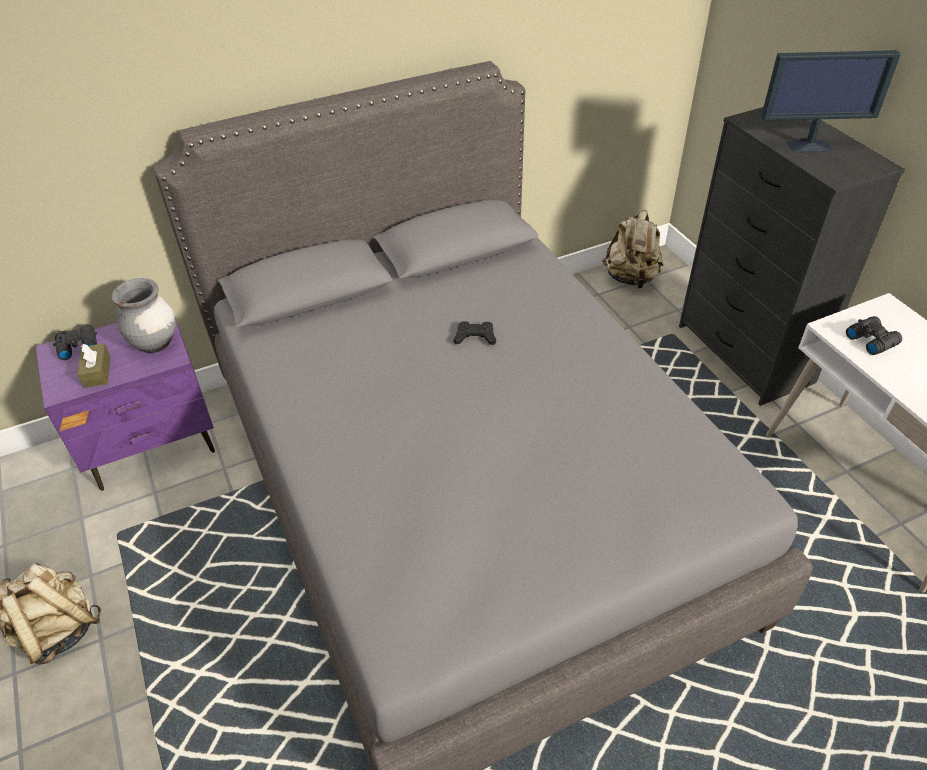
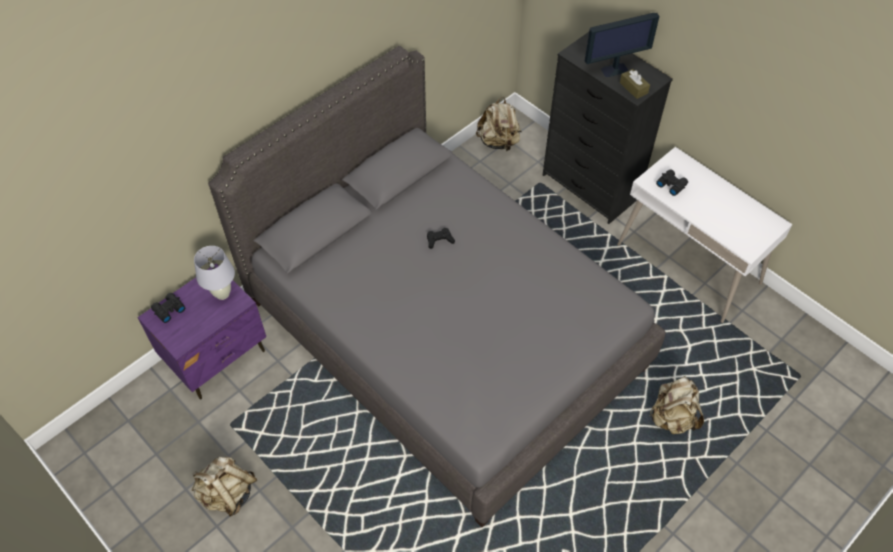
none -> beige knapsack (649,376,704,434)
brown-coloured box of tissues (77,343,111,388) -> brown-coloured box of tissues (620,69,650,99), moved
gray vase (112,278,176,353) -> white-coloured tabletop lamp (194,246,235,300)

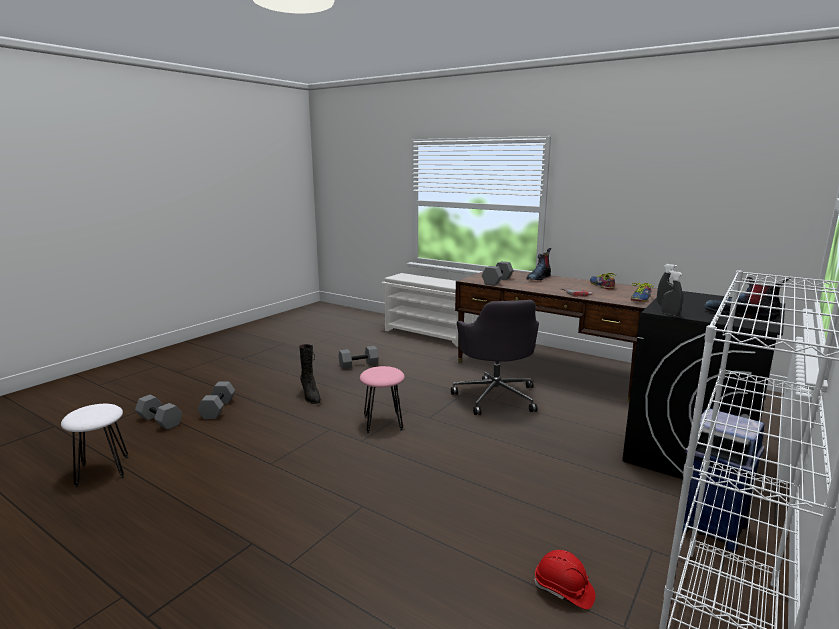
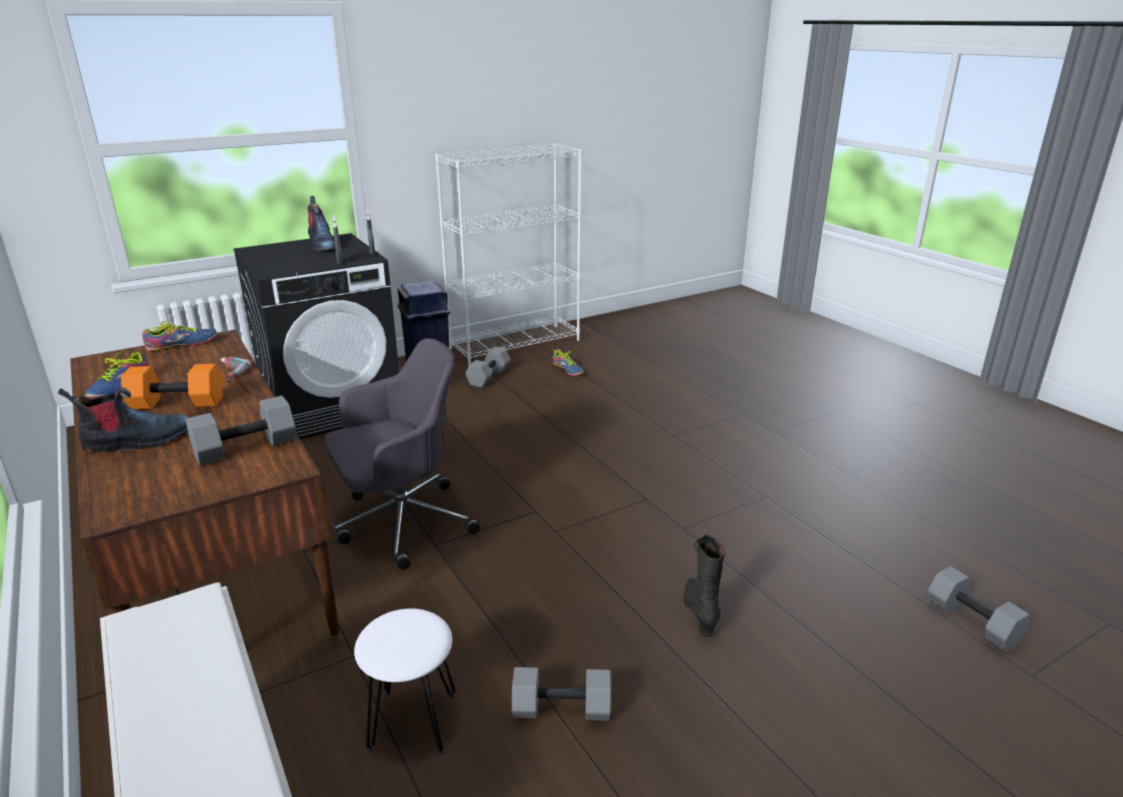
pink-coloured stool seat (360,366,405,433) -> none
none -> orangey hand weight (121,364,223,410)
white-coloured stool seat (61,404,128,487) -> white-coloured stool seat (354,608,455,755), moved
gray hand weight (197,382,235,419) -> gray hand weight (465,347,511,388), moved
reddish safety helmet (534,550,595,610) -> low shoe (553,350,584,376)
gray computer chair (451,300,539,415) -> gray computer chair (324,338,480,570), 45 degrees clockwise

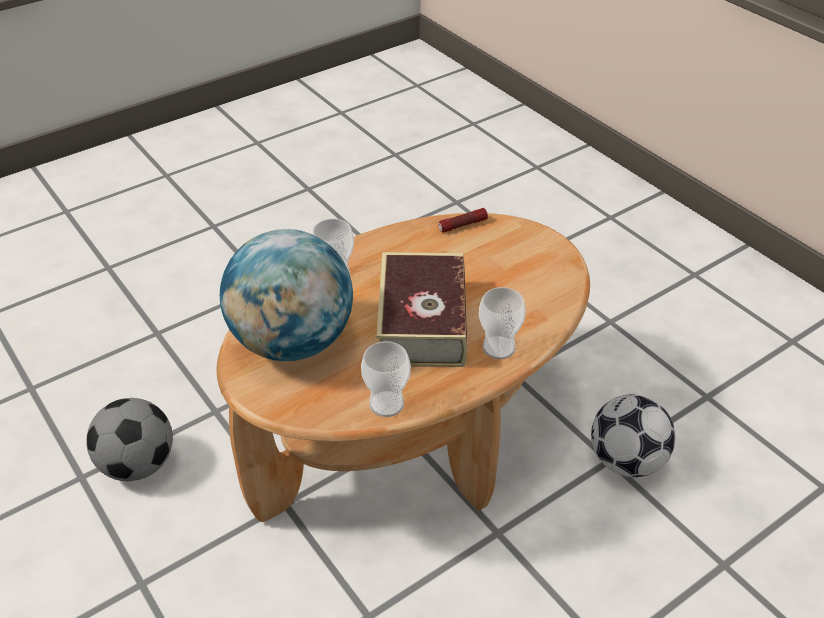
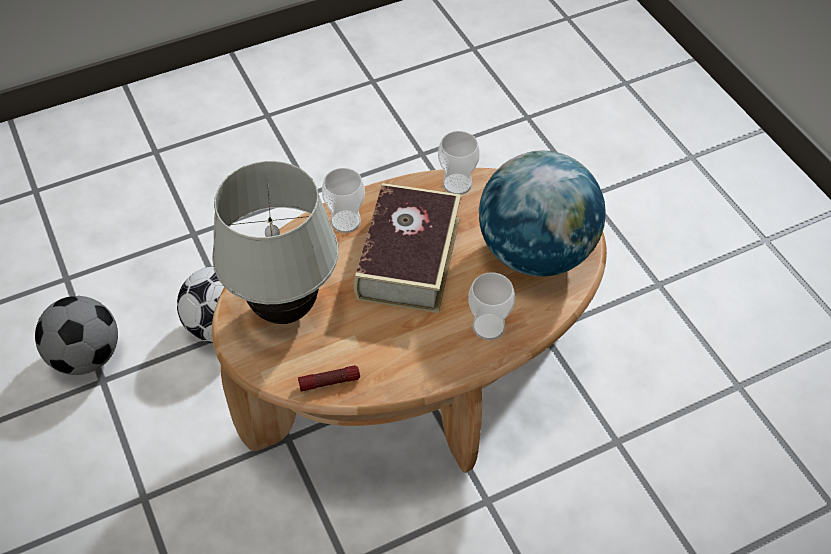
none -> white-coloured tabletop lamp (212,161,339,324)
ball for football (86,398,173,481) -> ball for football (35,296,118,375), moved

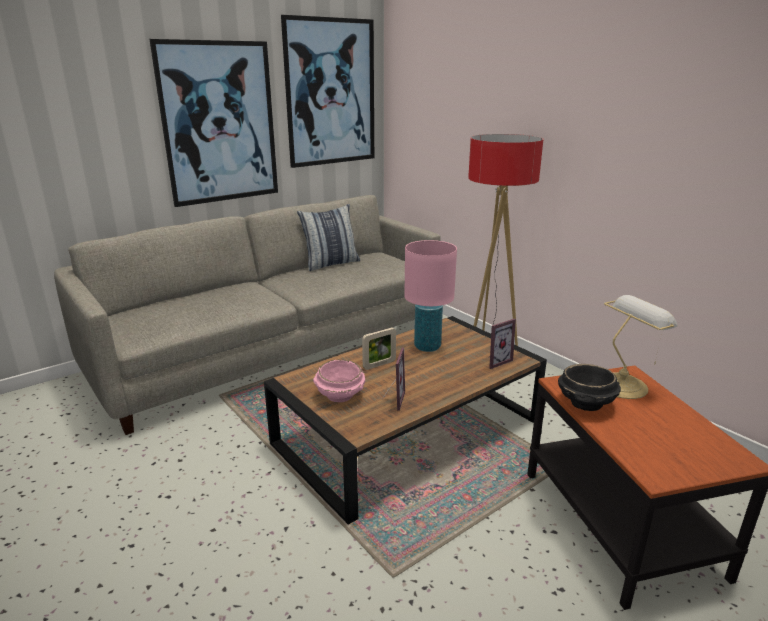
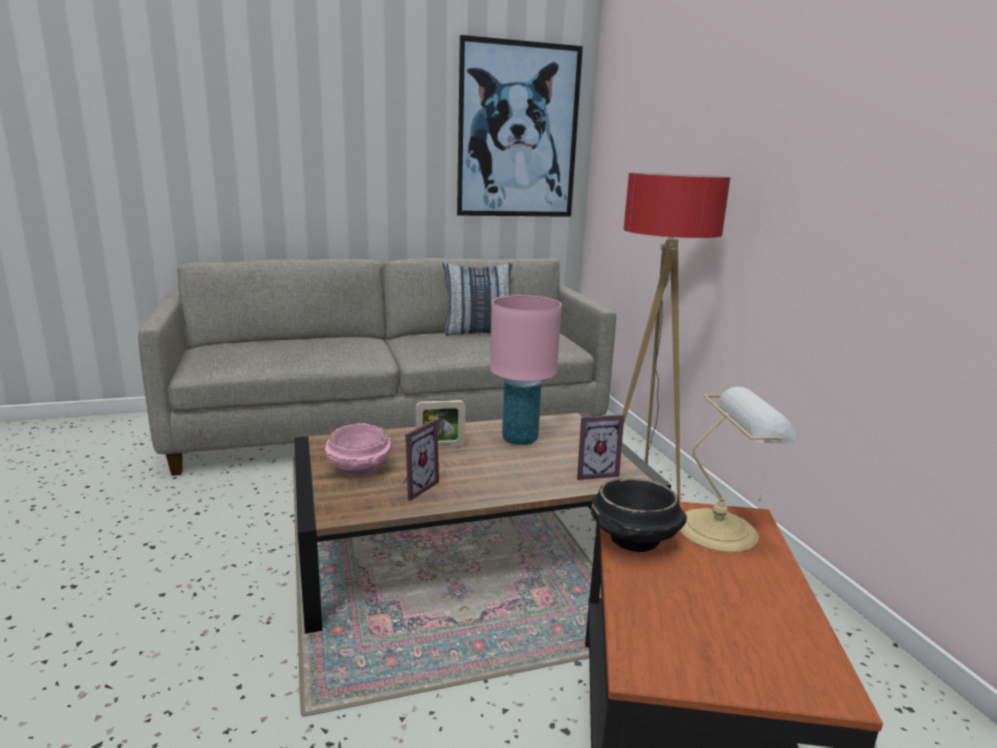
wall picture (150,39,278,207) -> none

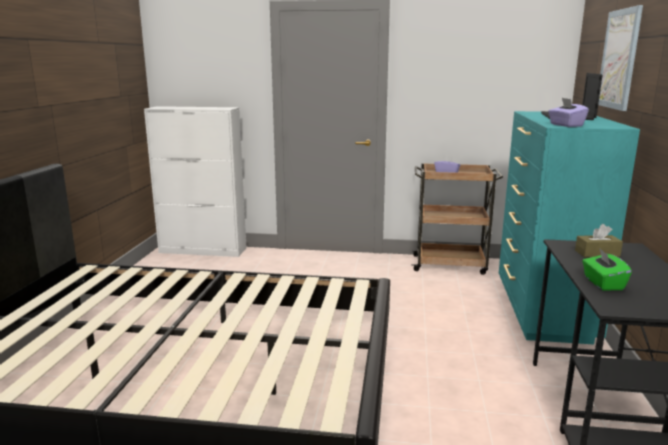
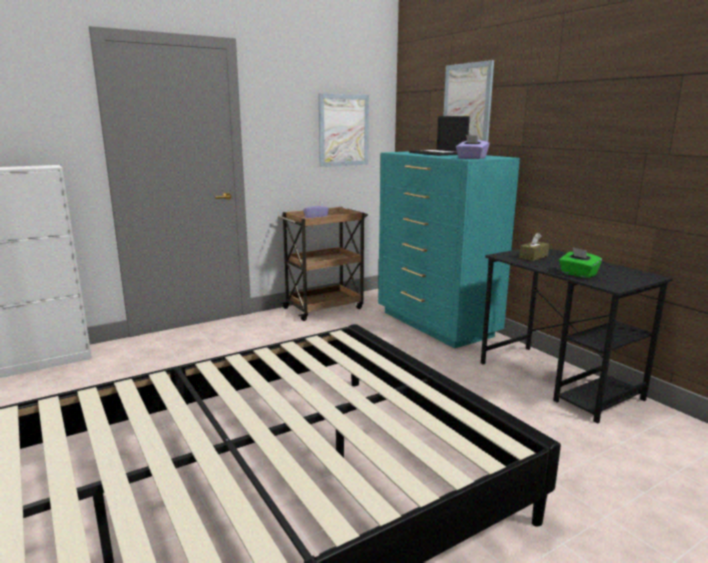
none -> wall picture (318,93,369,167)

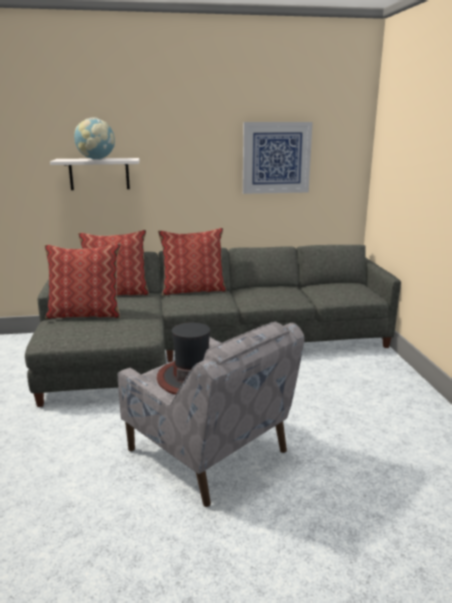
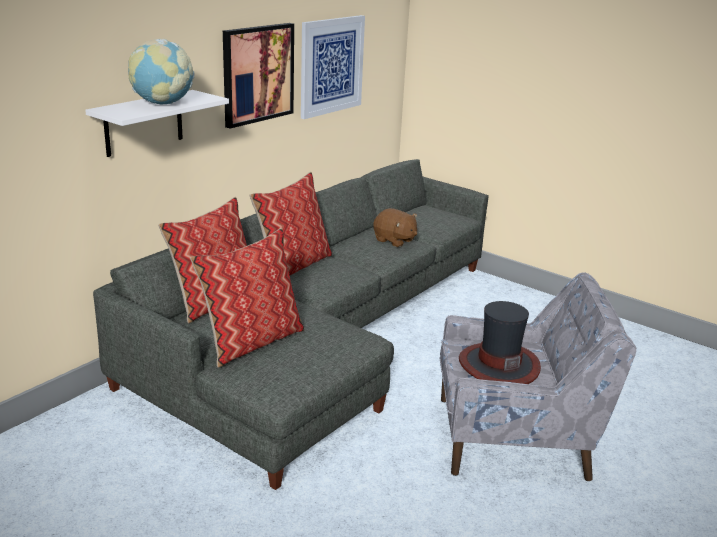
none -> wall picture (223,23,294,129)
none -> brown-coloured cuddly toy (373,208,417,247)

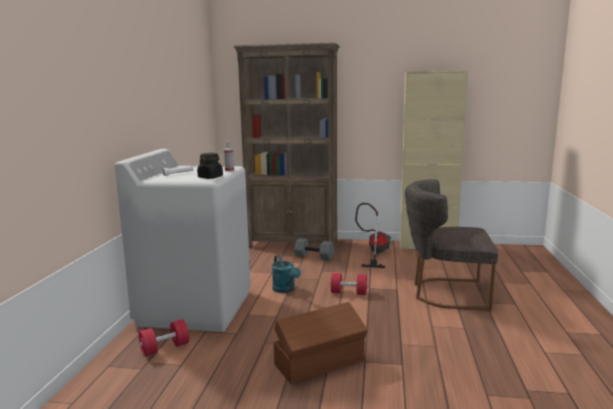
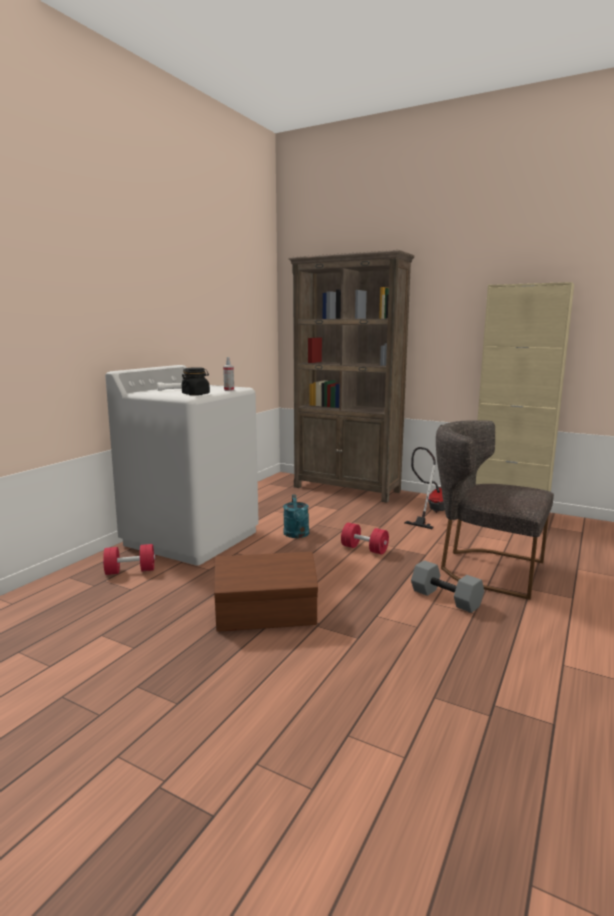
gray hand weight (294,238,334,260) -> gray hand weight (411,560,484,613), moved

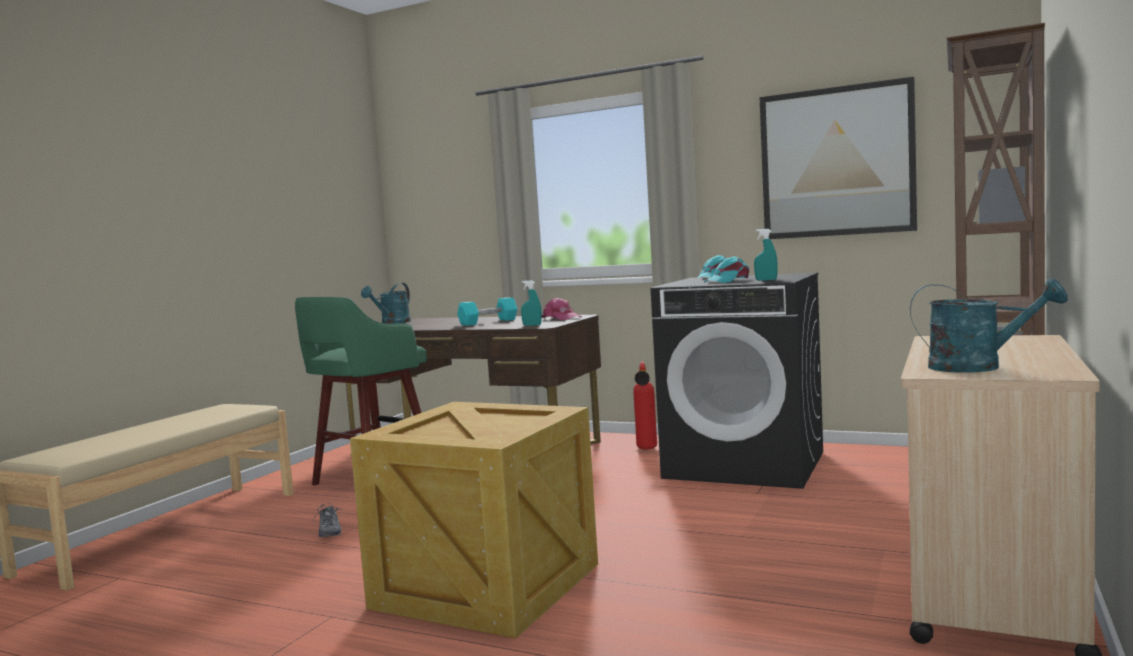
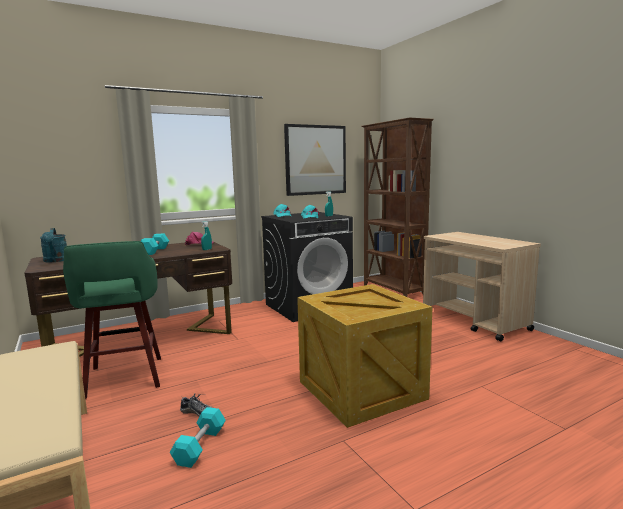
extinguisher (633,361,657,450) -> none
turquoise watering can (910,278,1068,373) -> none
none -> turquoise hand weight (170,407,226,468)

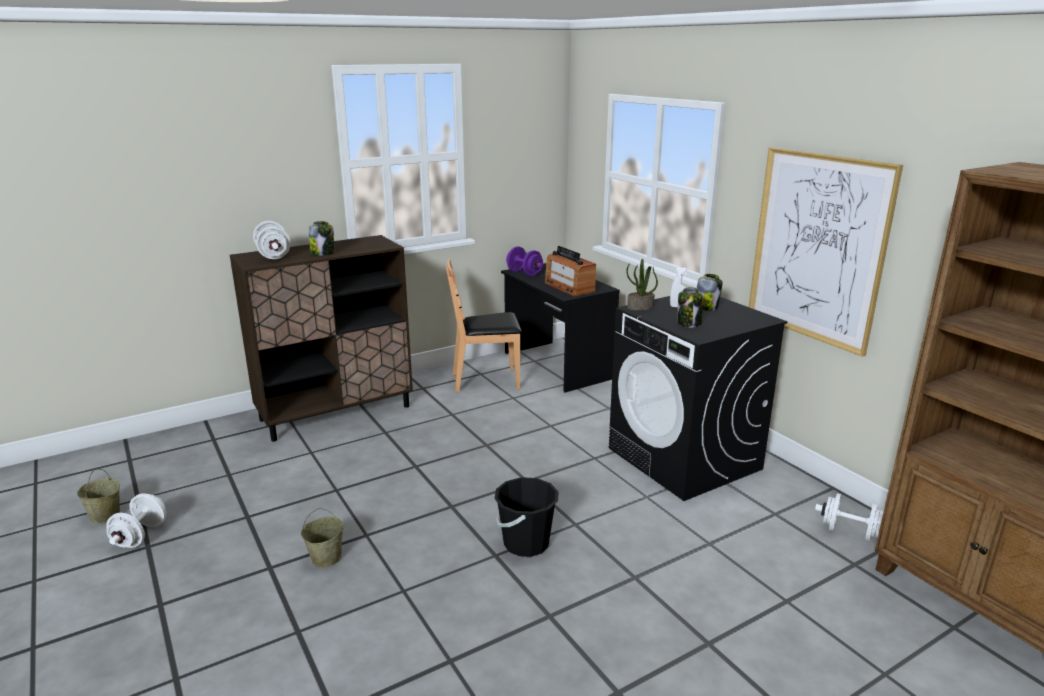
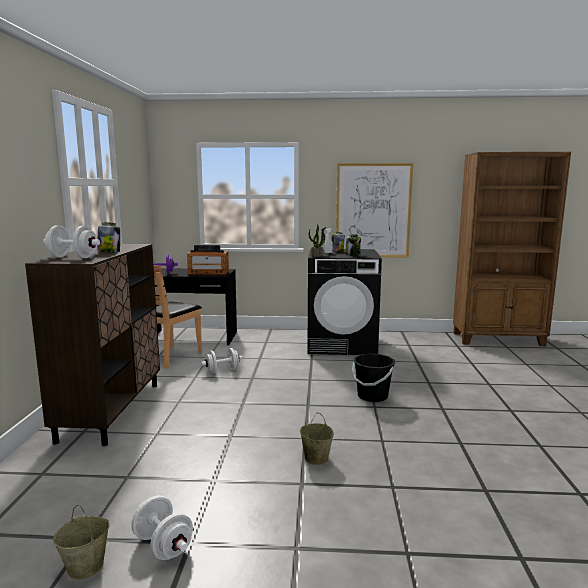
white-coloured hand weight (815,493,883,541) -> white-coloured hand weight (201,348,243,374), moved

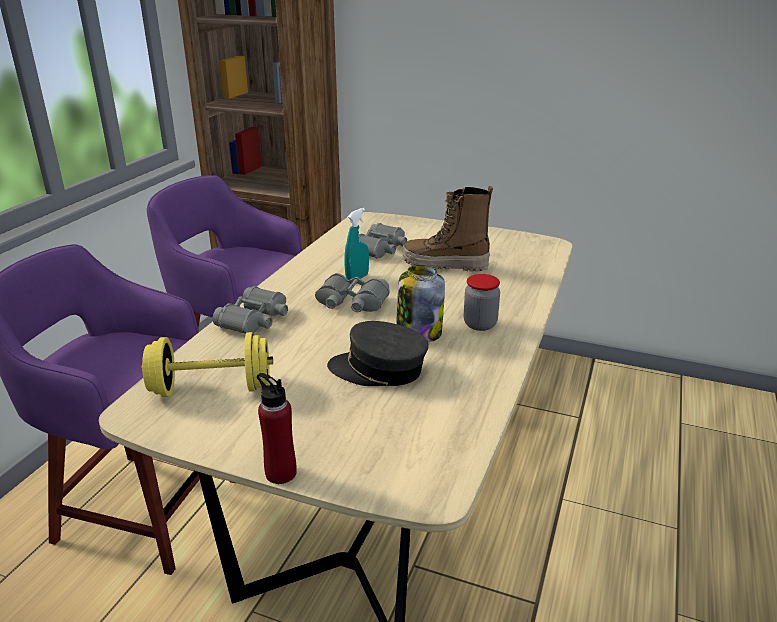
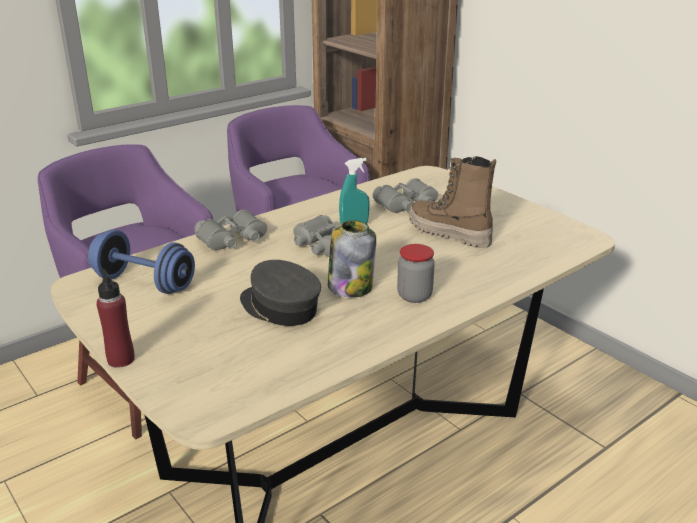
yellowish hand weight (142,332,273,397) -> bluish hand weight (88,230,195,294)

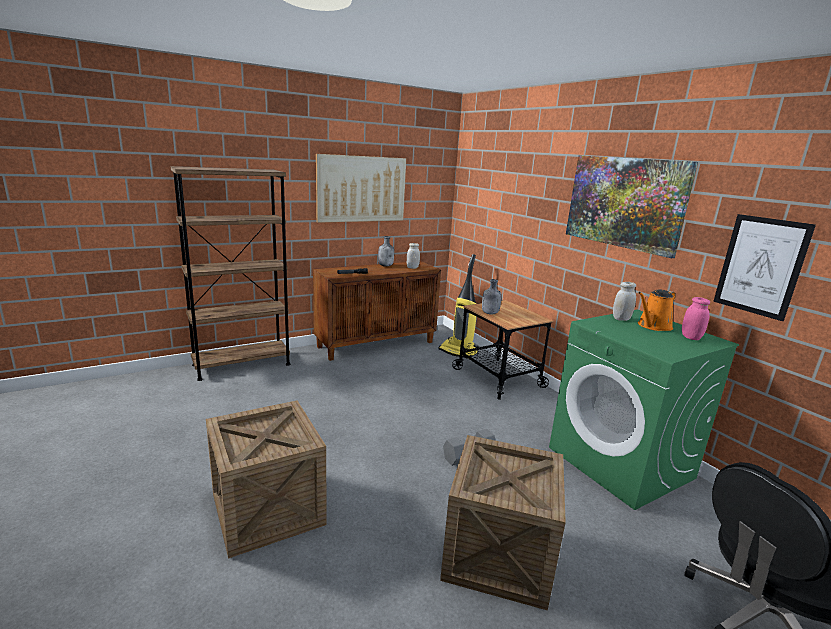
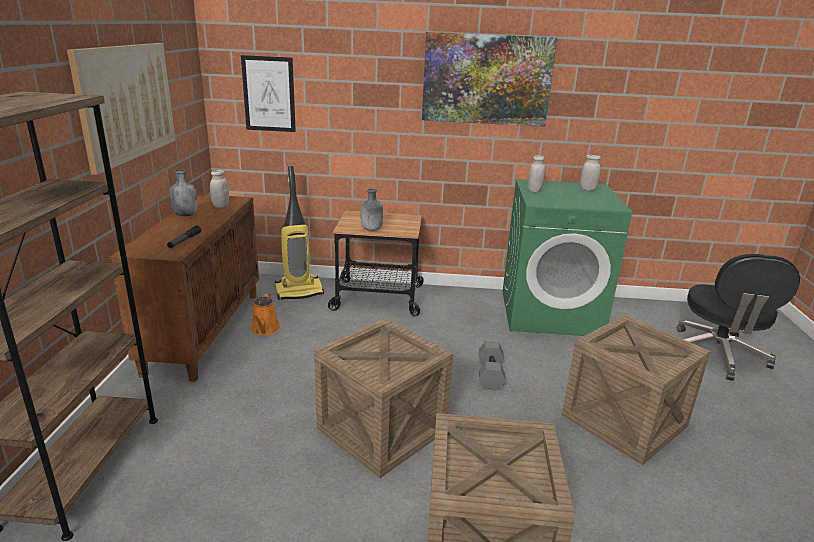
none -> packing crate (314,318,453,478)
orangey watering can (638,289,676,331) -> orangey watering can (251,293,281,335), moved
wall picture (713,214,816,321) -> wall picture (241,55,296,132), moved
pink-coloured jar (682,297,710,340) -> white-coloured jar (580,155,601,191)

